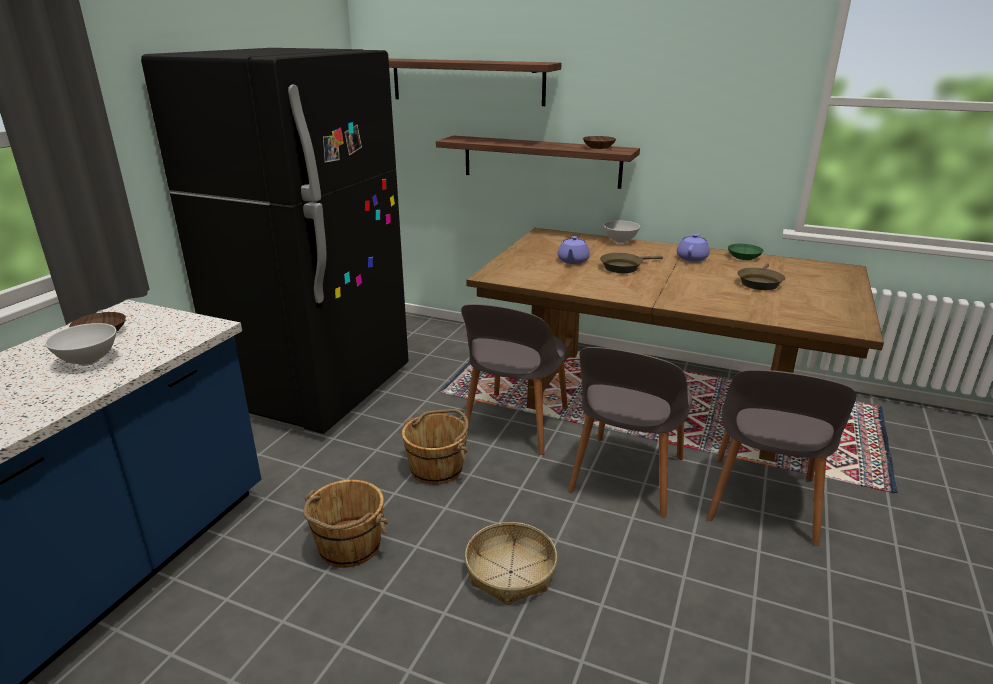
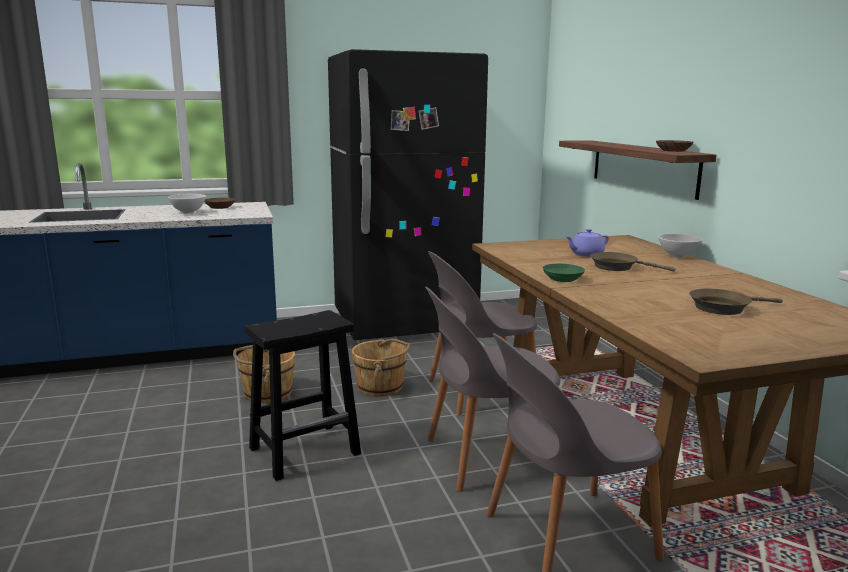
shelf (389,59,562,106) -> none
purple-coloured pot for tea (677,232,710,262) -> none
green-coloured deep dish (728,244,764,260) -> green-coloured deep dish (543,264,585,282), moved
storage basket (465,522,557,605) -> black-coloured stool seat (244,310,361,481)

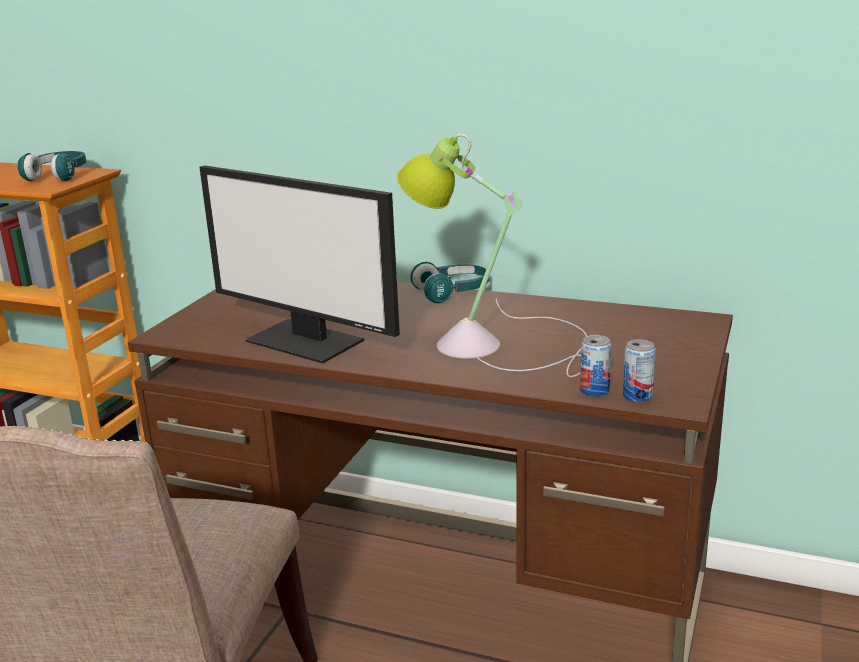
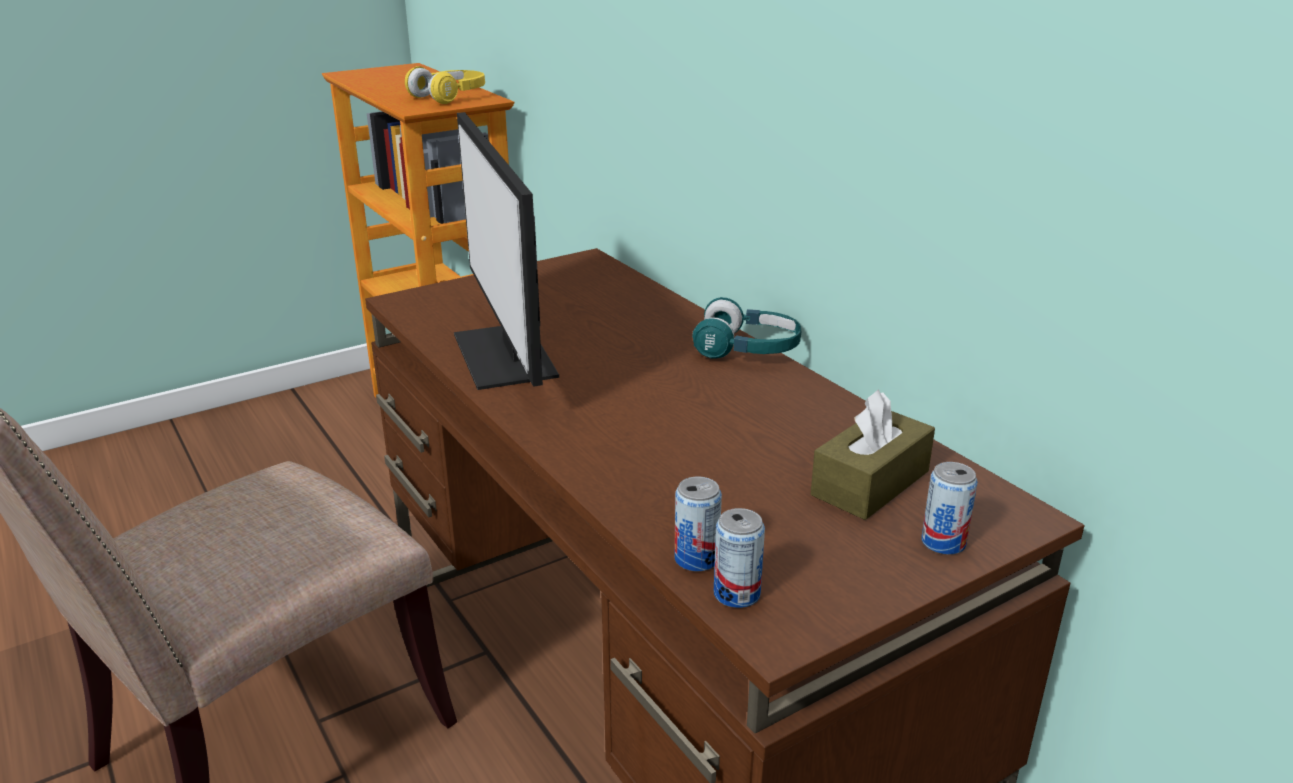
tabletop lamp (397,134,587,378) -> none
none -> brown-coloured box of tissues (811,389,935,520)
none -> can (921,462,978,555)
turquoise headset (18,151,86,181) -> yellowish headset (405,66,485,104)

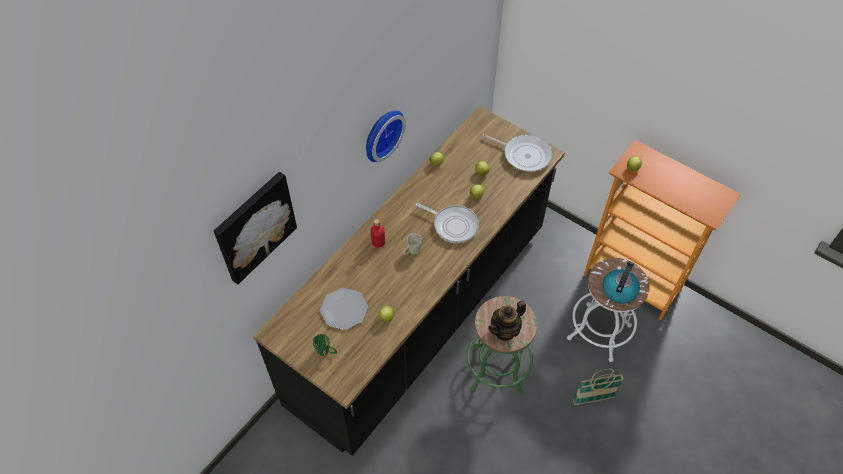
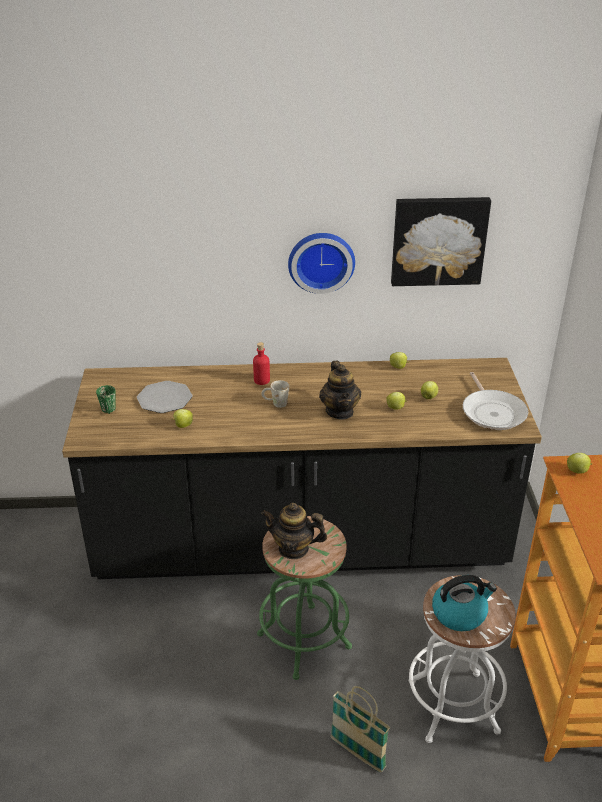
wall picture (214,172,297,285) -> wall picture (391,197,491,286), moved
skillet (416,203,479,244) -> pot for tea (319,361,361,419)

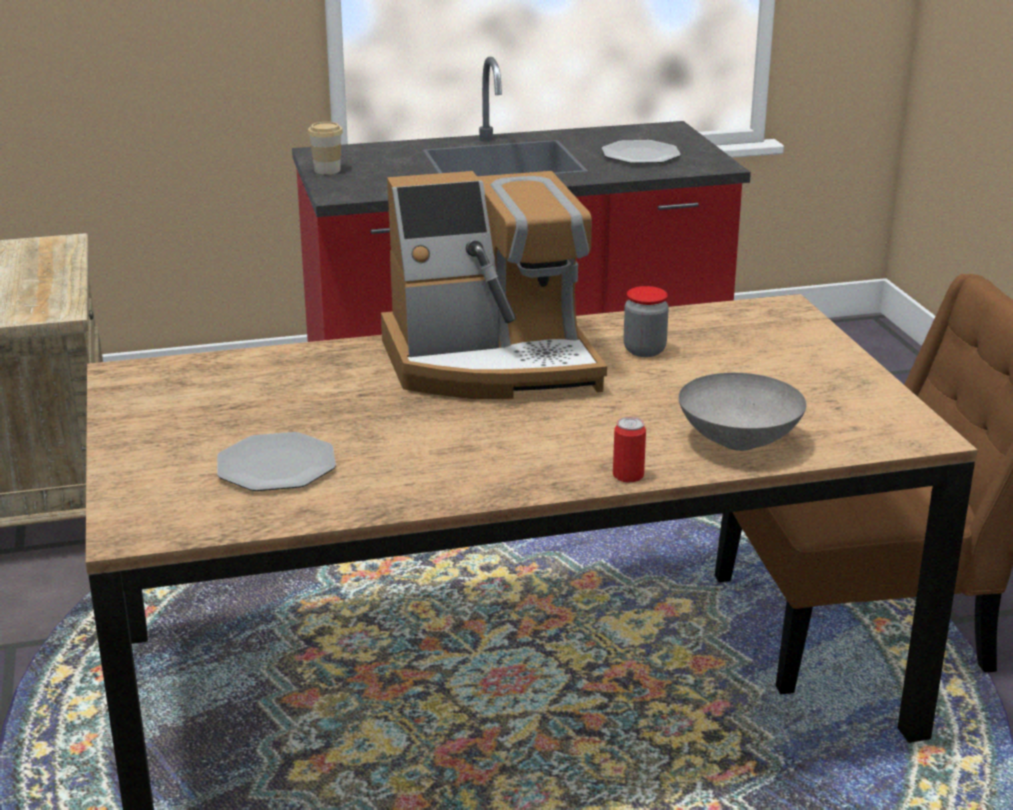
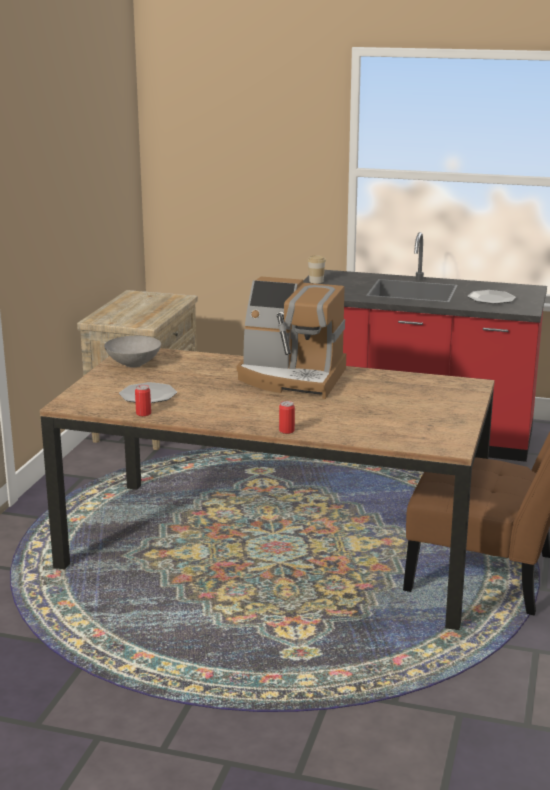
jar (624,286,669,357) -> none
none -> can (135,385,151,416)
gray deep dish (679,373,806,451) -> gray deep dish (104,336,161,368), moved

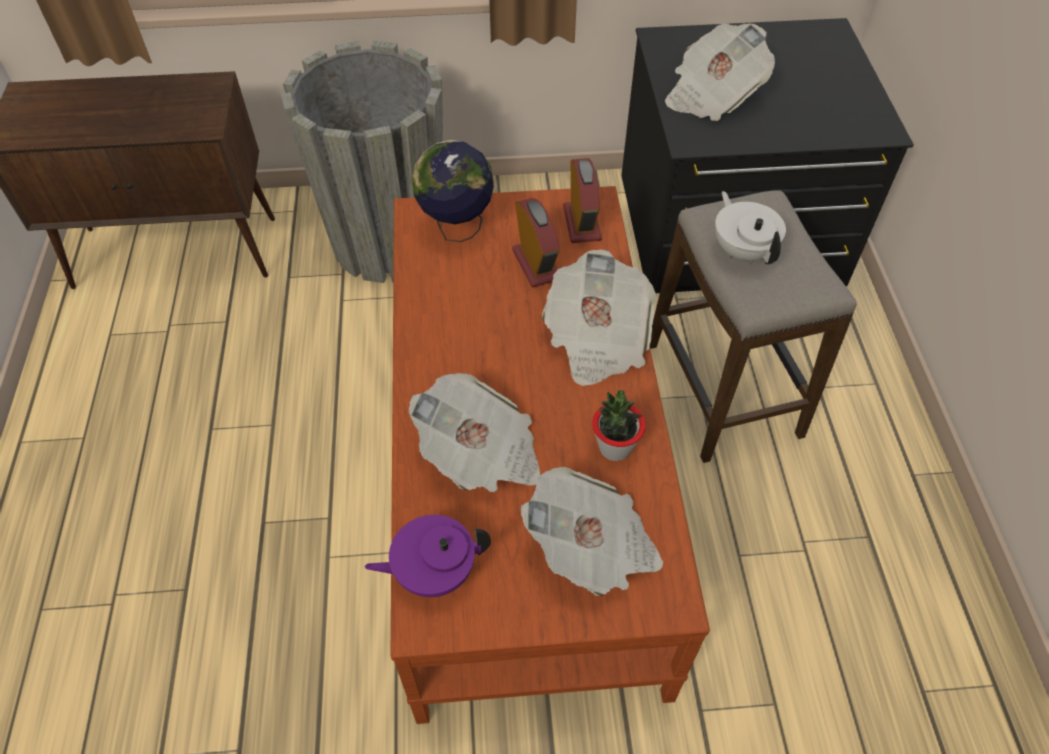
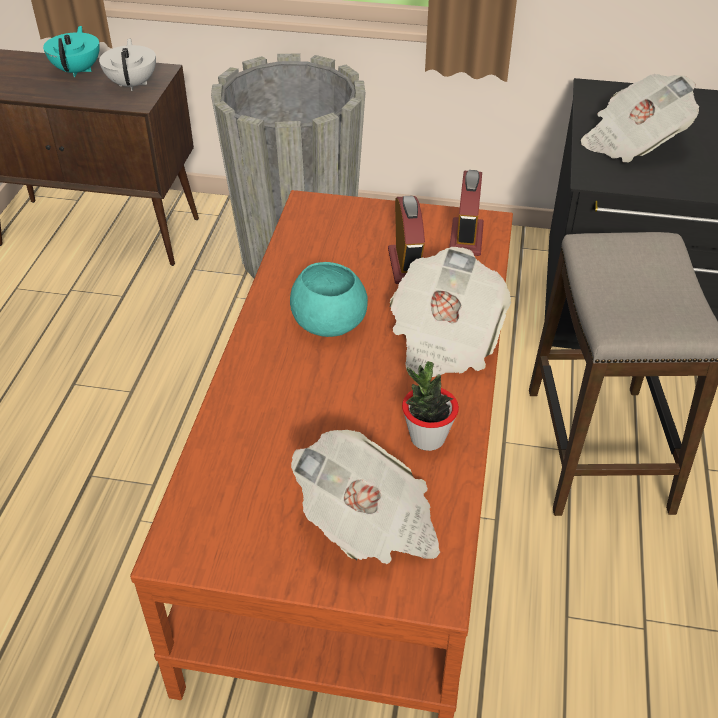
purple-coloured pot for tea (365,515,491,597) -> none
newspaper (409,373,540,492) -> none
desk globe (411,140,494,242) -> none
none -> turquoise pot for tea (43,26,100,77)
none -> turquoise deep dish (290,262,368,337)
white-coloured pot for tea (715,191,786,264) -> white-coloured pot for tea (99,39,156,91), moved

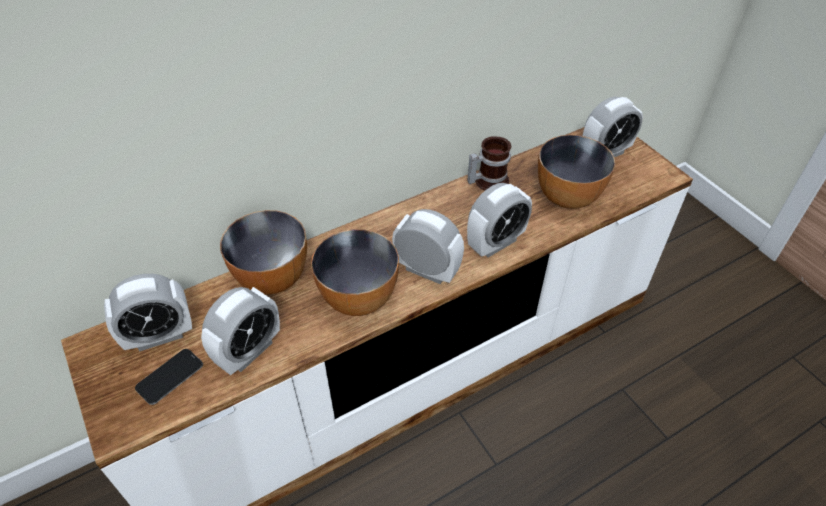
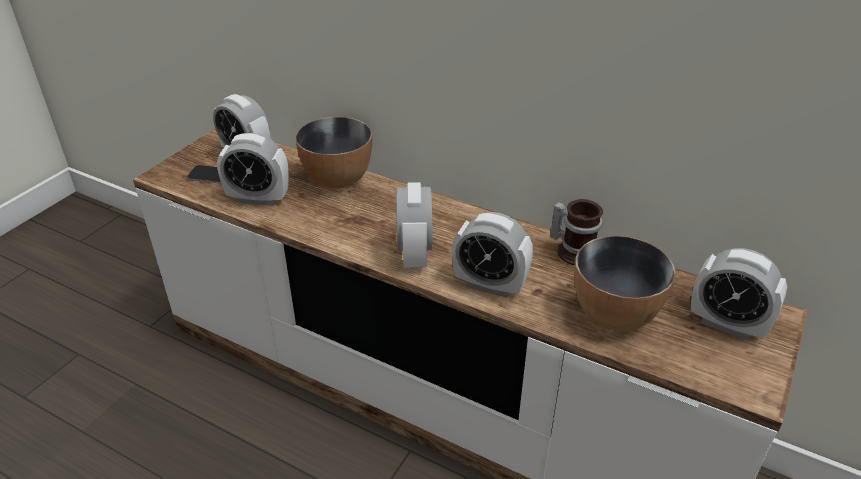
deep dish (311,229,399,316) -> none

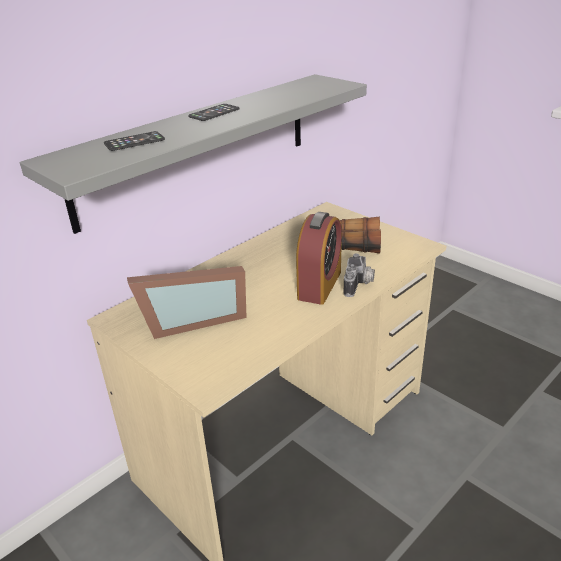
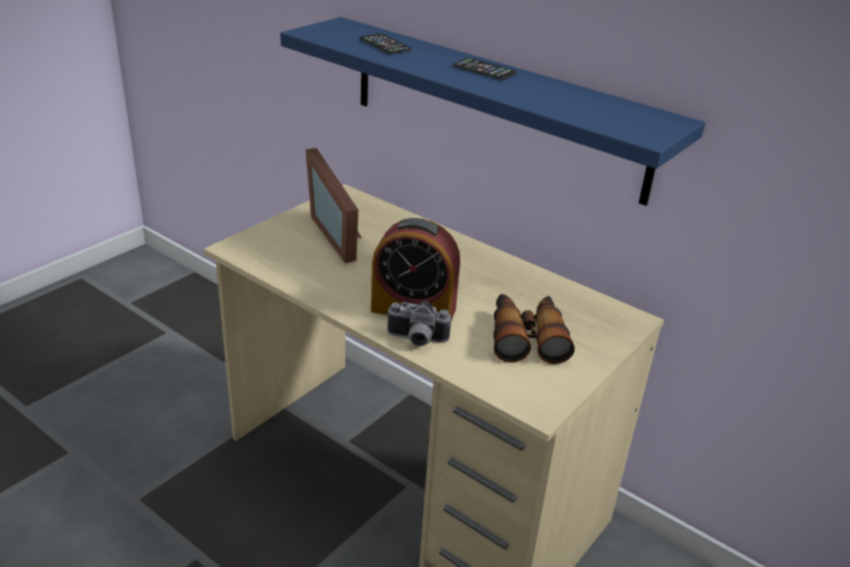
gray shelf (20,74,367,234) -> bluish shelf (280,17,705,206)

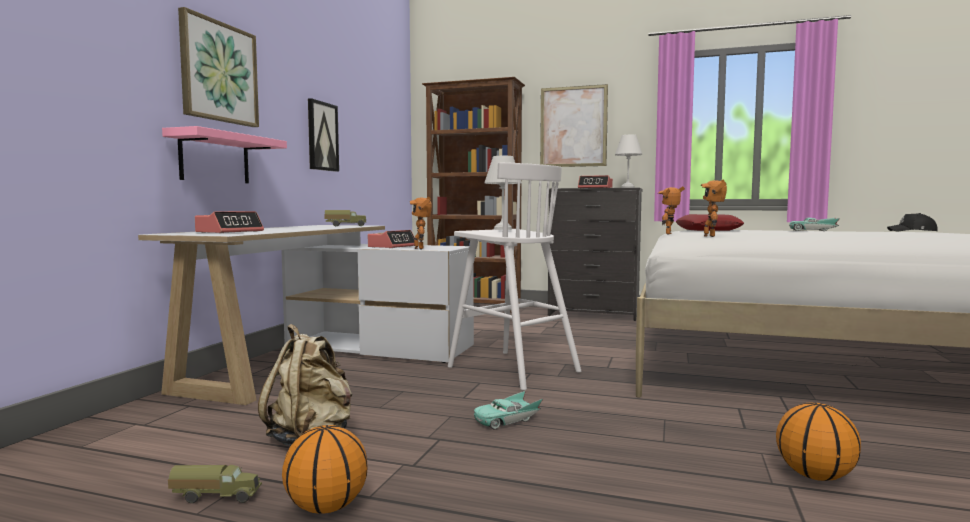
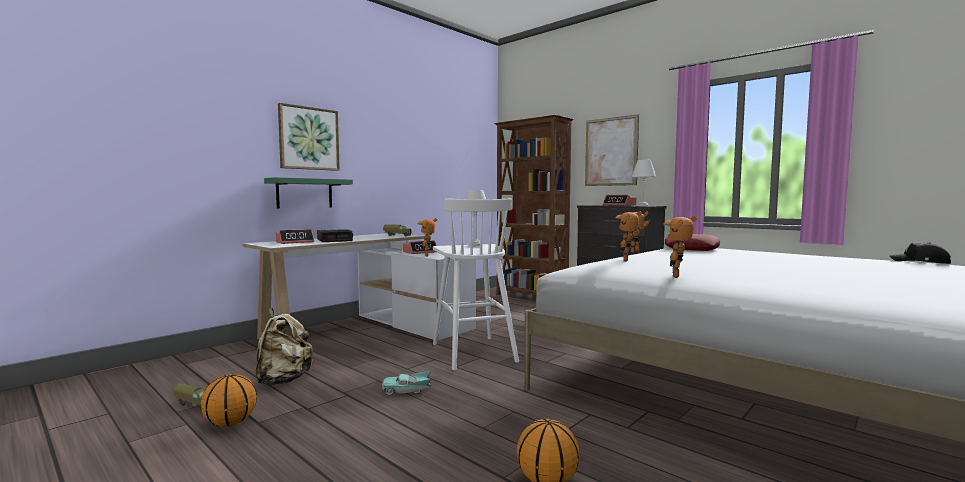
wall picture (308,98,339,172) -> none
turquoise toy car (789,218,840,231) -> none
none -> table clock (317,229,353,242)
none -> model robot (663,216,697,278)
pink-coloured shelf (162,126,287,183) -> green-coloured shelf (264,177,353,209)

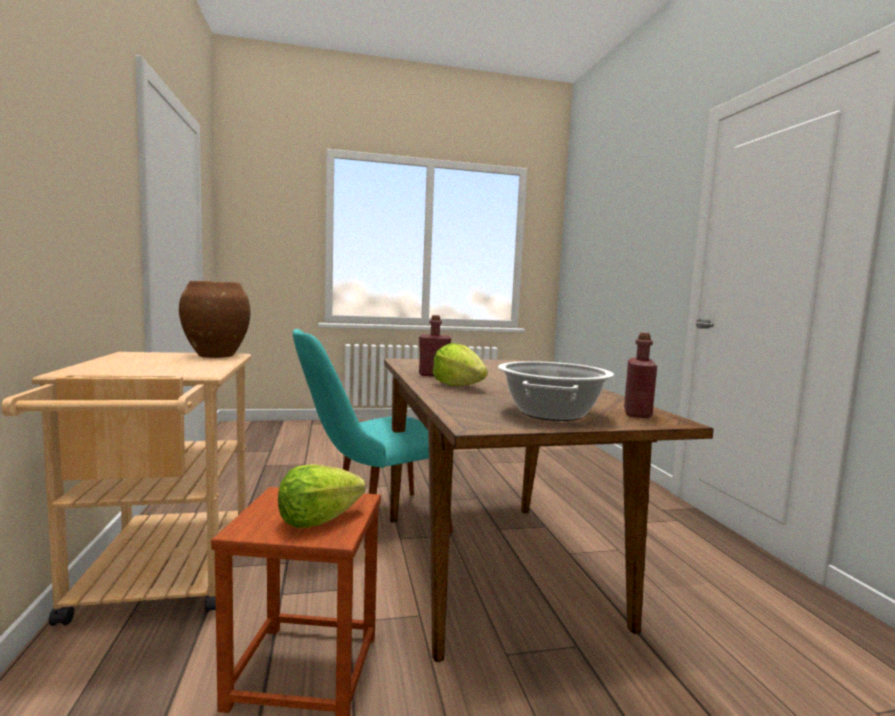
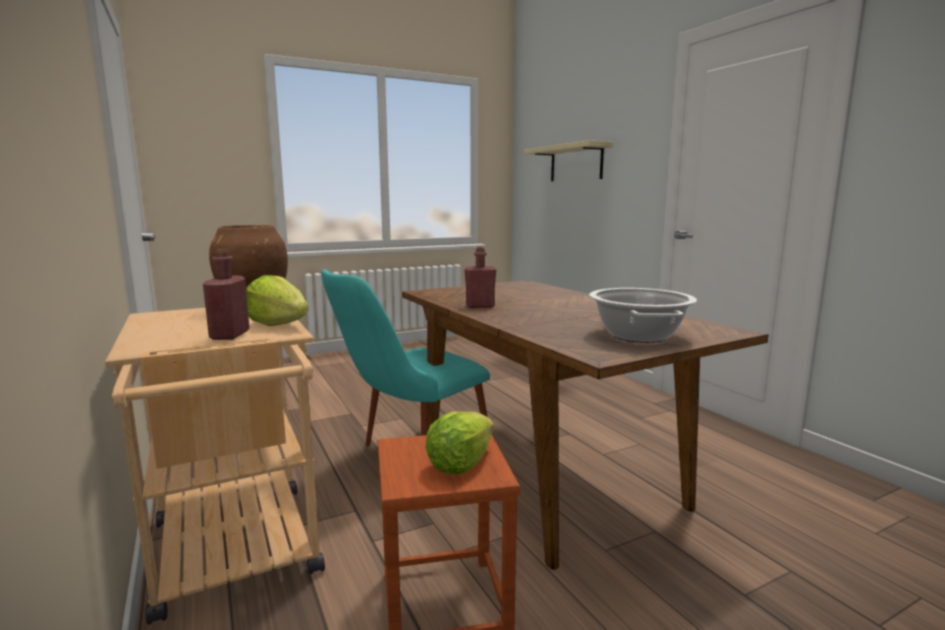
none -> beige shelf (524,140,613,181)
head of lettuce (432,343,488,386) -> head of lettuce (246,275,308,326), moved
reddish bottle (624,333,657,418) -> reddish bottle (203,249,250,340), moved

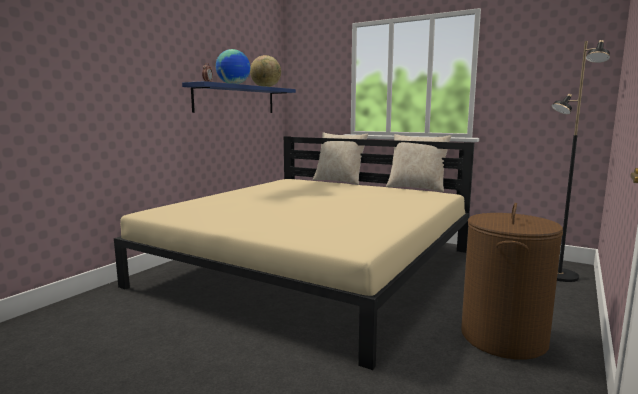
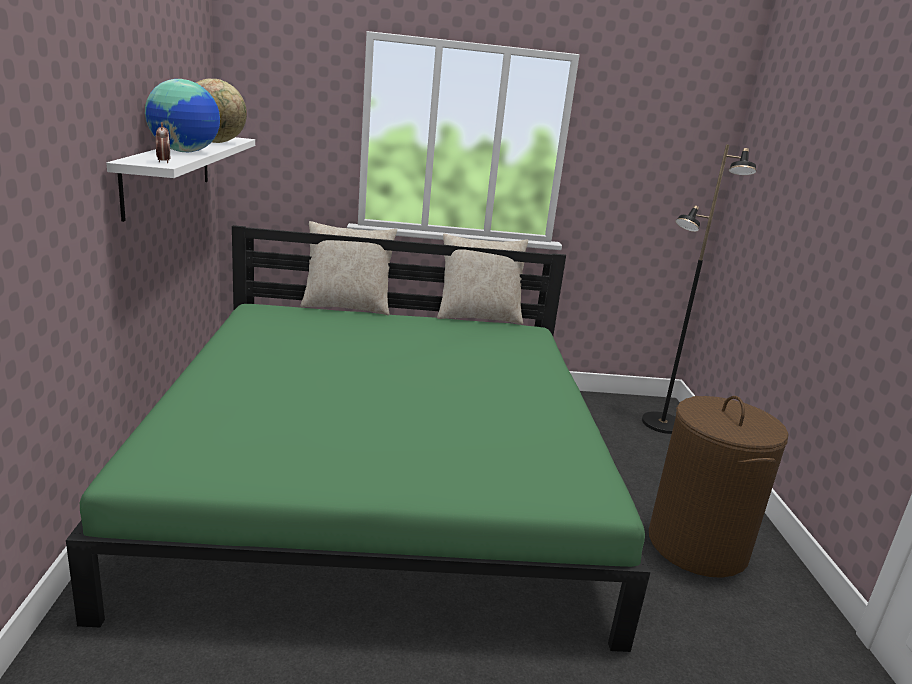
beige sleeping bed (114,136,474,370) -> green-coloured sleeping bed (66,225,651,652)
bluish shelf (182,81,296,113) -> white-coloured shelf (106,137,255,222)

